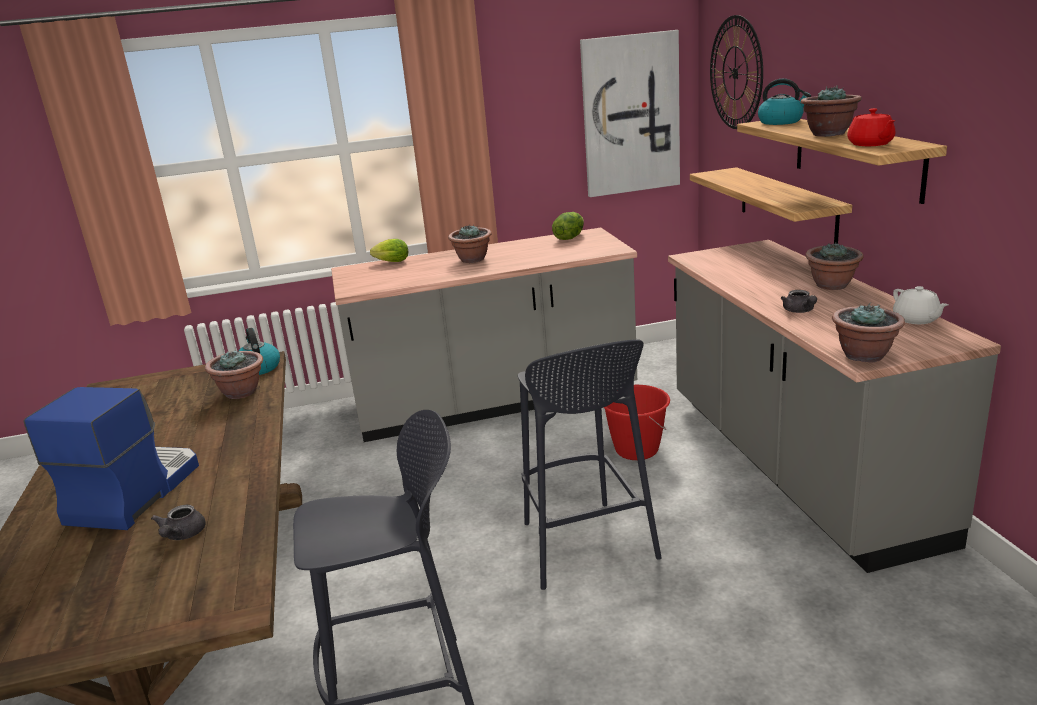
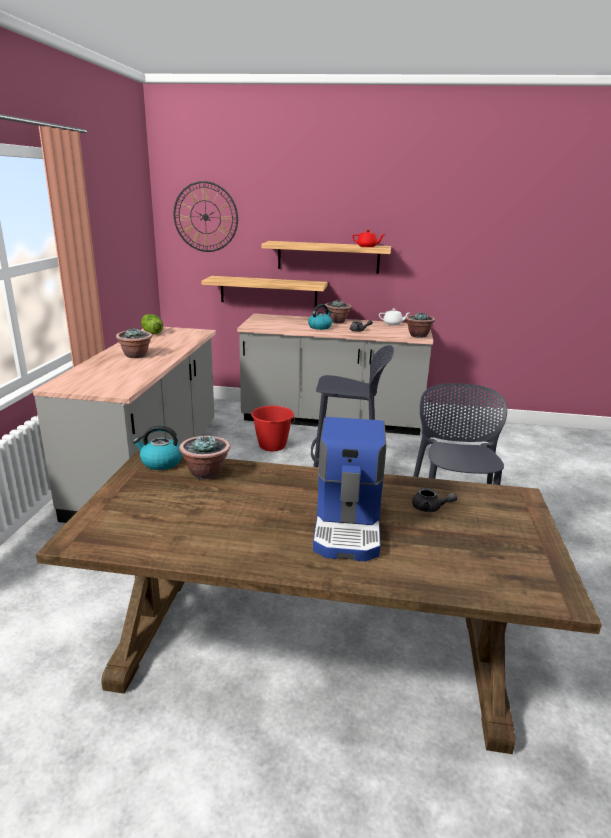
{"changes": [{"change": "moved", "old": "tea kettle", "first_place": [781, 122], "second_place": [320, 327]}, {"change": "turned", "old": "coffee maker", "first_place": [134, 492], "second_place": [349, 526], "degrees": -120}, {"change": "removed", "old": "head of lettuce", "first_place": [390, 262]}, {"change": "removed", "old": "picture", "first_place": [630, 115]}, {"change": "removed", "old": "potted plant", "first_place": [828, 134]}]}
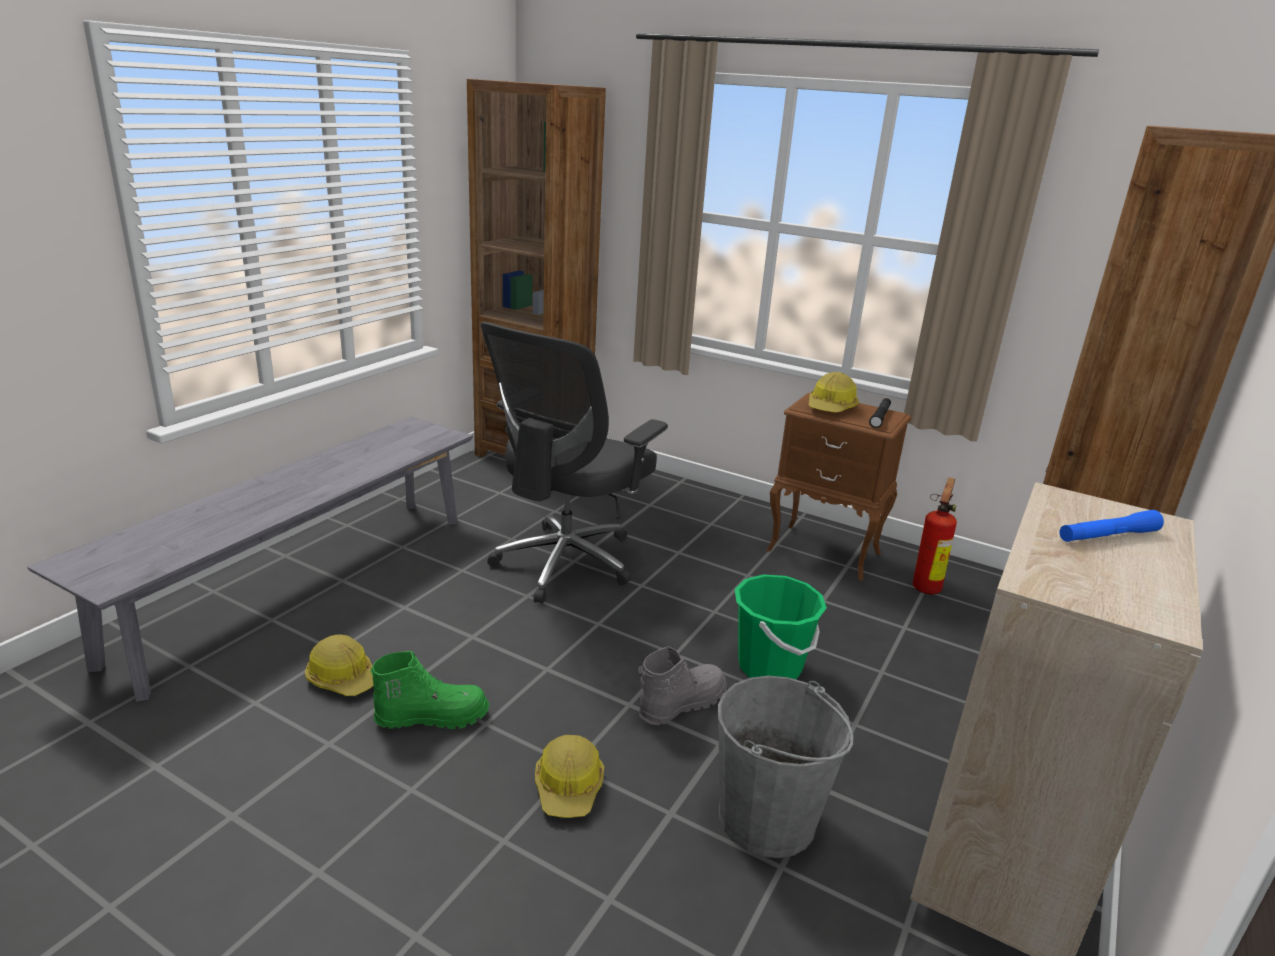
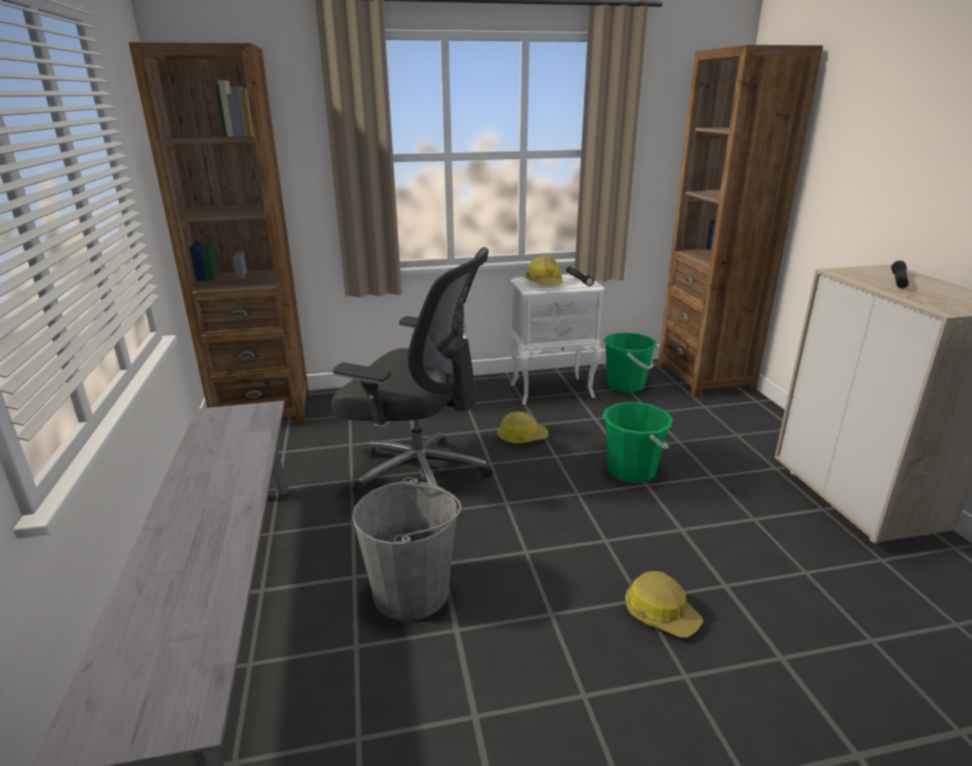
{"changes": [{"change": "turned", "old": "desk chair", "first_place": [566, 561], "second_place": [417, 474], "degrees": -60}, {"change": "moved", "old": "bucket in greyish", "first_place": [767, 818], "second_place": [412, 592]}, {"change": "moved", "old": "hard hat", "first_place": [343, 678], "second_place": [521, 437]}, {"change": "recoloured", "old": "night table in brownish", "new": "night table in whitish", "first_place": [824, 552], "second_place": [552, 390]}, {"change": "replaced", "old": "fire-fighting cylinder", "new": "bucket in greenish", "first_place": [927, 586], "second_place": [626, 385]}, {"change": "recoloured", "old": "flashlight in bluish", "new": "flashlight in black", "first_place": [1107, 536], "second_place": [898, 281]}, {"change": "removed", "old": "boot in greenish", "first_place": [432, 717]}, {"change": "removed", "old": "boot in greyish", "first_place": [681, 704]}]}
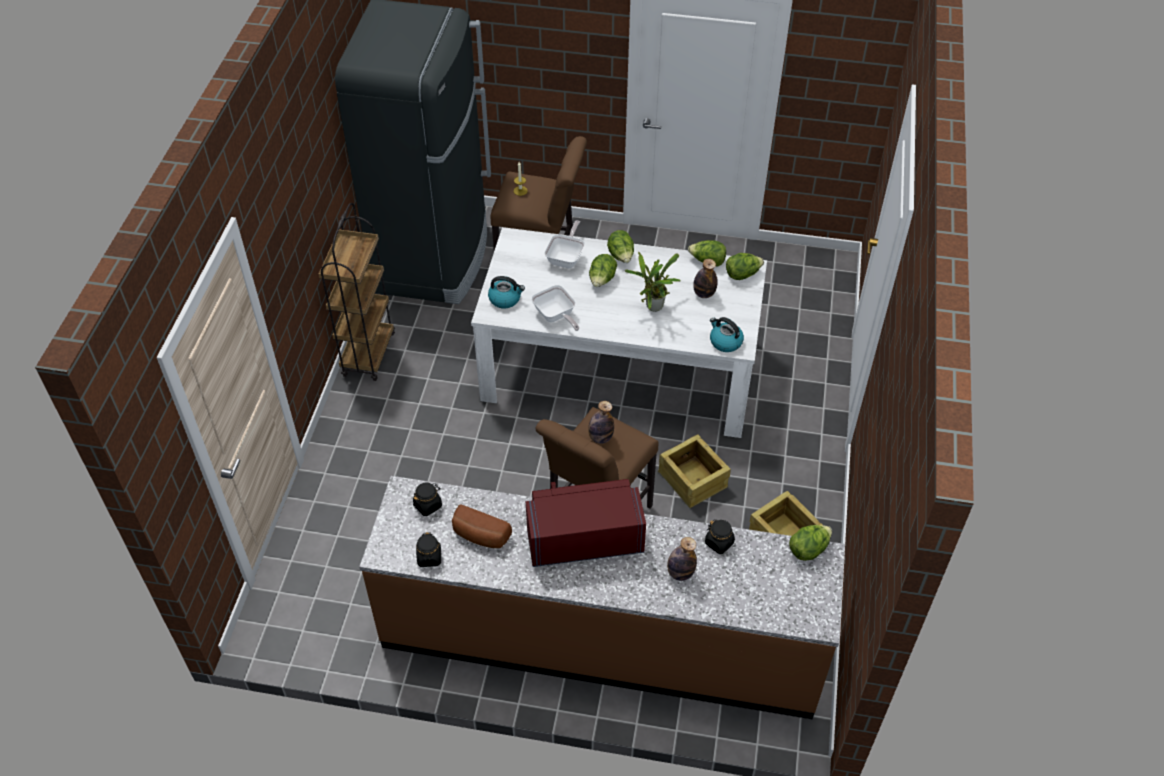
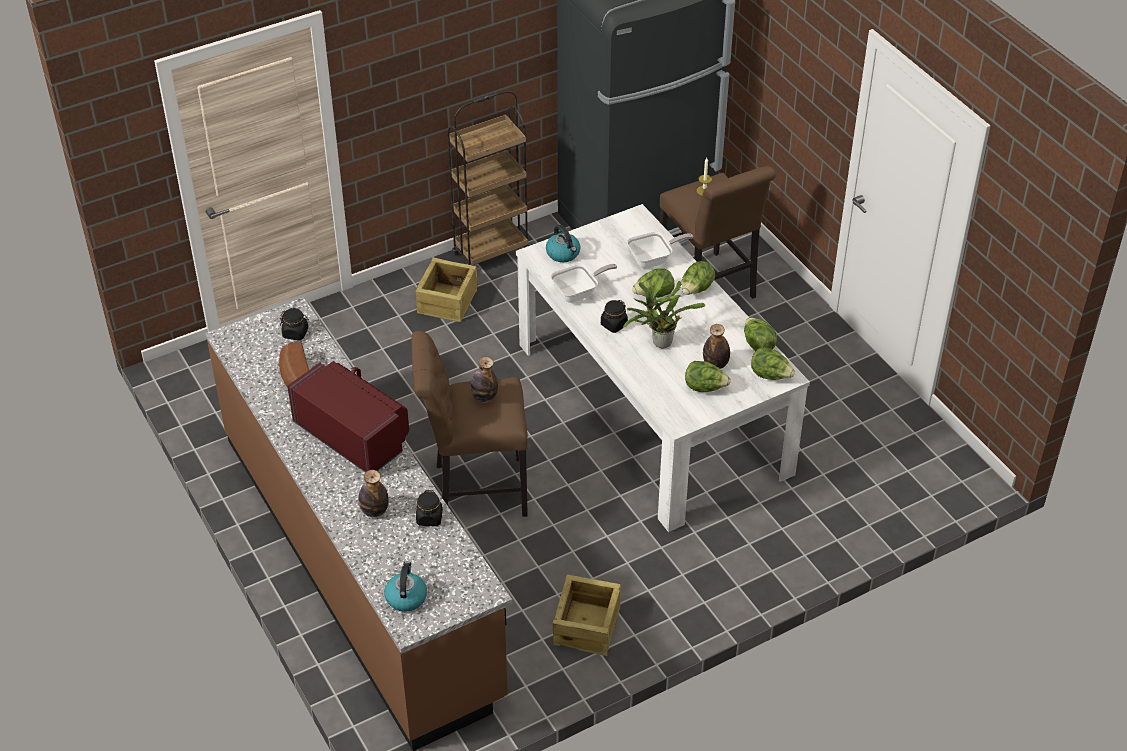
{"changes": [{"change": "moved", "old": "tea kettle", "first_place": [725, 342], "second_place": [406, 597]}, {"change": "moved", "old": "packing crate", "first_place": [692, 480], "second_place": [446, 301]}, {"change": "turned", "old": "frying pan", "first_place": [556, 317], "second_place": [579, 293], "degrees": -135}, {"change": "moved", "old": "preserve jar in black", "first_place": [429, 558], "second_place": [613, 325]}, {"change": "moved", "old": "head of lettuce", "first_place": [808, 549], "second_place": [705, 387]}]}
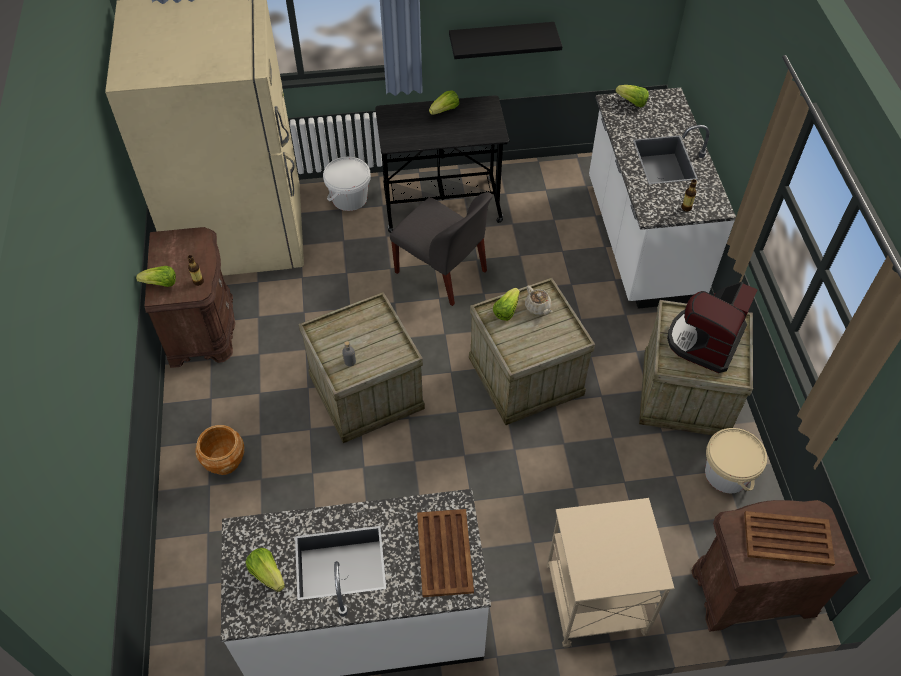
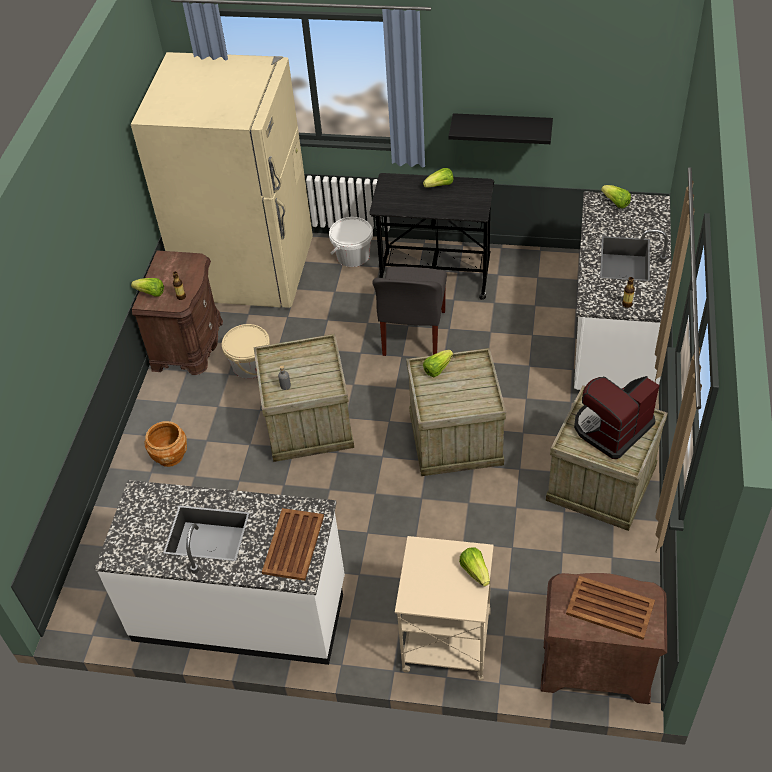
{"changes": [{"change": "moved", "old": "bucket in beige", "first_place": [727, 474], "second_place": [250, 365]}, {"change": "turned", "old": "upright chair in greyish", "first_place": [443, 273], "second_place": [413, 334], "degrees": 45}, {"change": "moved", "old": "head of lettuce", "first_place": [267, 573], "second_place": [475, 571]}, {"change": "removed", "old": "pot for tea in beige", "first_place": [538, 307]}]}
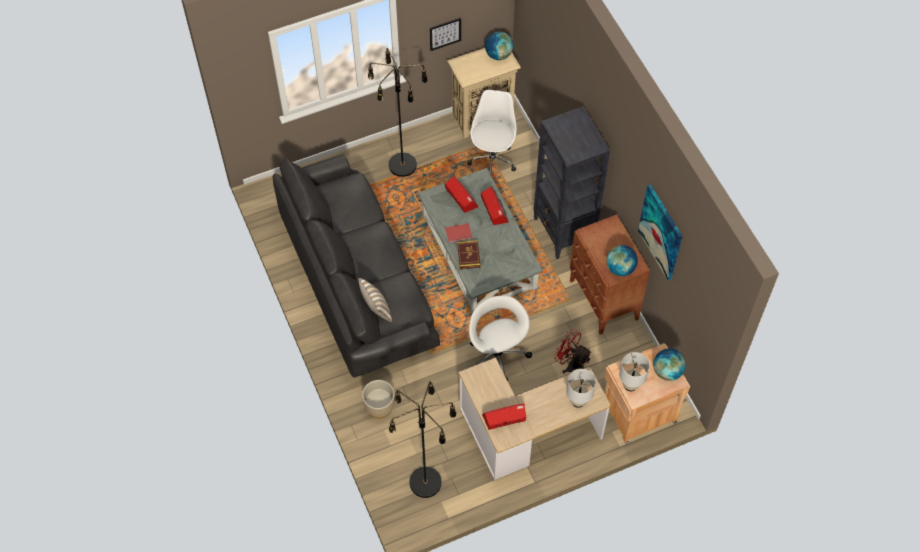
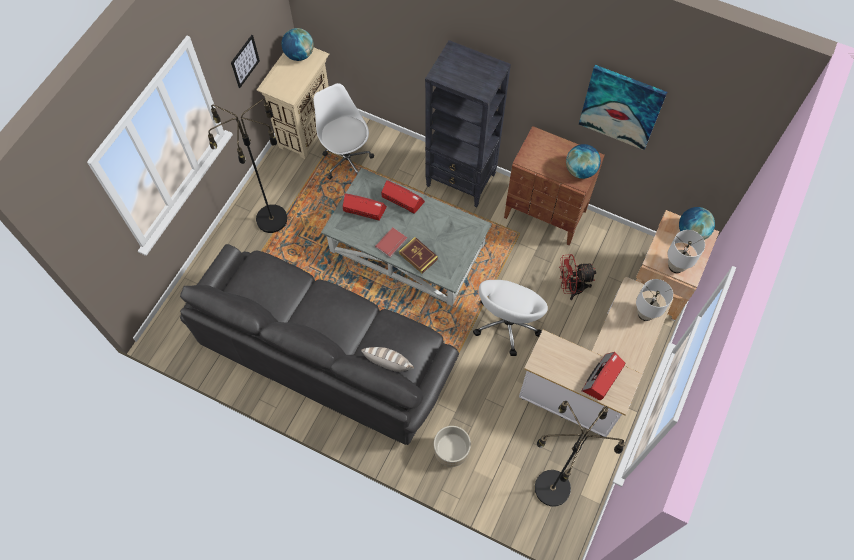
{"changes": [{"change": "turned", "old": "desk chair in whitish", "first_place": [497, 355], "second_place": [506, 326], "degrees": -90}]}
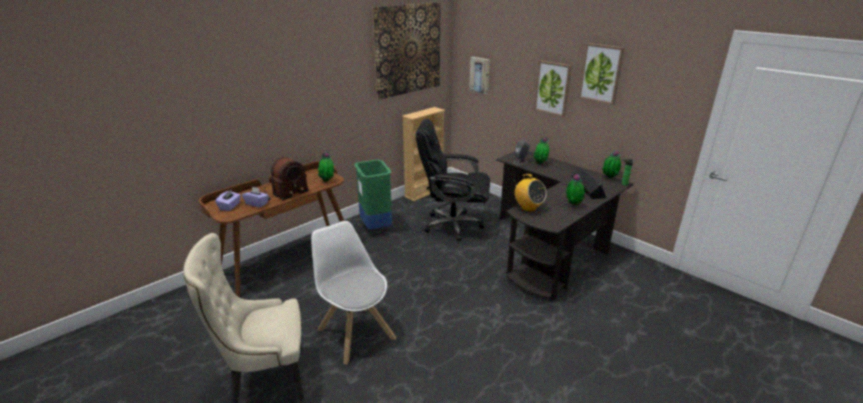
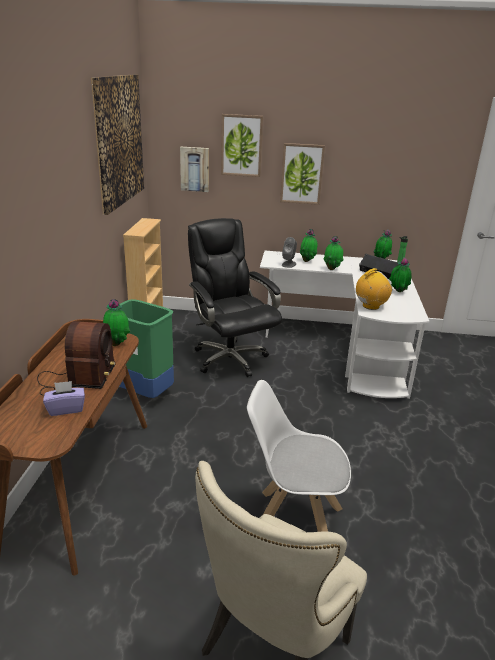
{"changes": [{"change": "turned", "old": "desk chair in black", "first_place": [454, 225], "second_place": [231, 359], "degrees": 90}, {"change": "moved", "old": "picture", "first_place": [601, 73], "second_place": [241, 145]}, {"change": "recoloured", "old": "desk table in black", "new": "desk table in whitish", "first_place": [551, 248], "second_place": [345, 349]}, {"change": "added", "new": "potted plant", "second_place": [332, 269]}, {"change": "turned", "old": "radio", "first_place": [528, 208], "second_place": [370, 306], "degrees": -45}, {"change": "removed", "old": "tissue holder in purple-coloured", "first_place": [230, 206]}]}
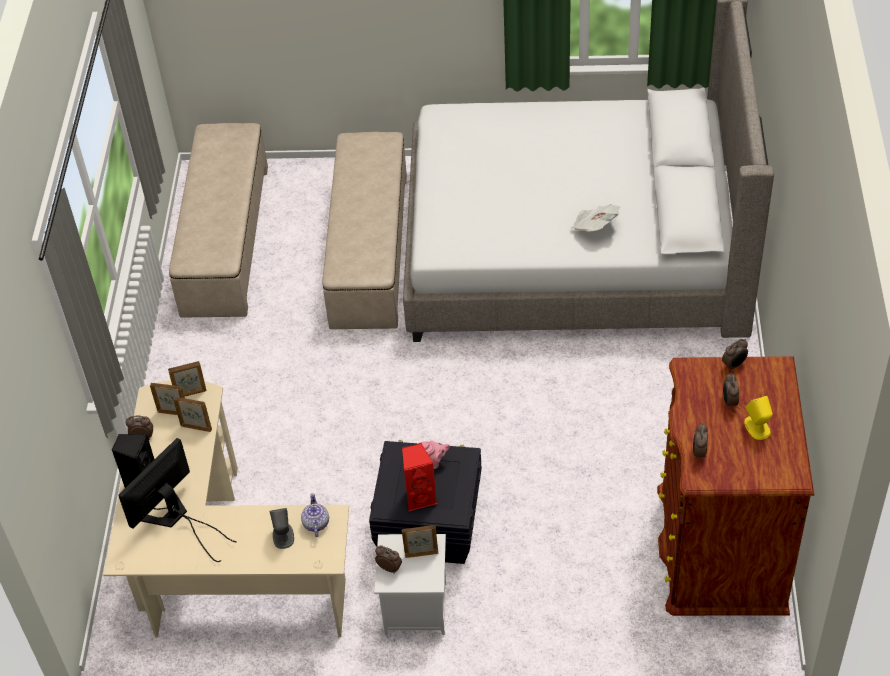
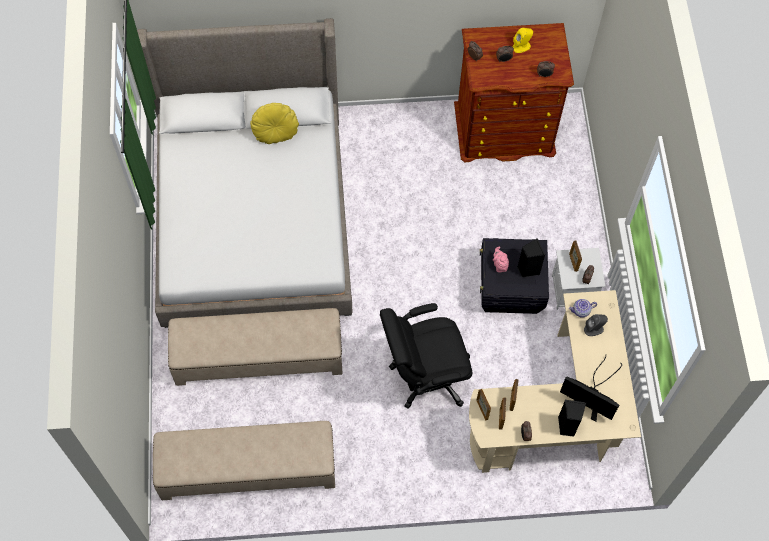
{"changes": [{"change": "added", "new": "pillow in yellowish", "second_place": [276, 135]}, {"change": "added", "new": "desk chair in black", "second_place": [424, 375]}, {"change": "recoloured", "old": "speaker in reddish", "new": "speaker in black", "first_place": [420, 497], "second_place": [528, 269]}, {"change": "removed", "old": "printed paper", "first_place": [595, 226]}]}
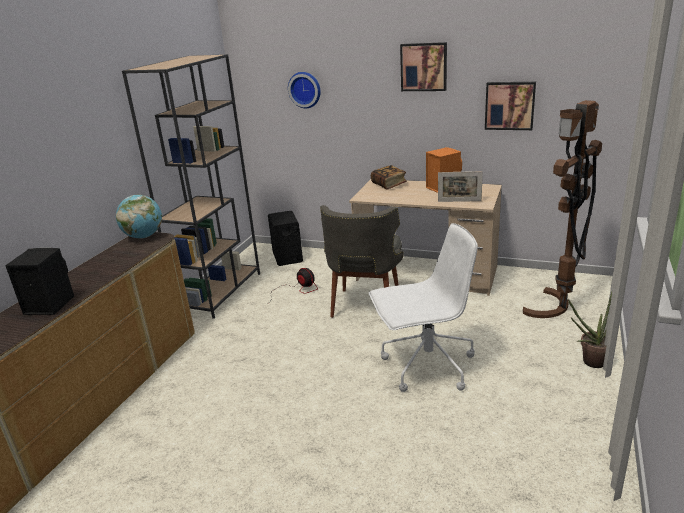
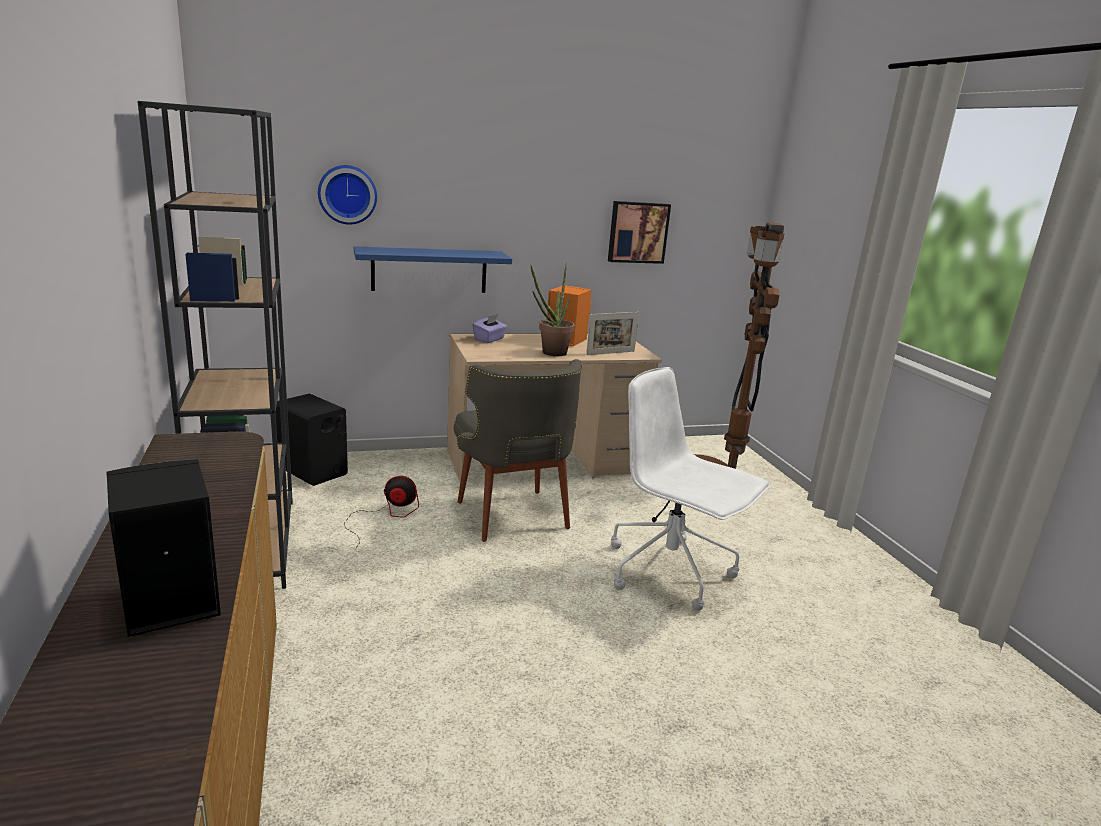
{"changes": [{"change": "added", "new": "bracket shelf in bluish", "second_place": [429, 270]}, {"change": "replaced", "old": "volume", "new": "tissue holder in purple-coloured", "first_place": [389, 184], "second_place": [489, 339]}, {"change": "moved", "old": "potted plant", "first_place": [589, 362], "second_place": [550, 353]}, {"change": "turned", "old": "desk chair in whitish", "first_place": [424, 367], "second_place": [674, 574], "degrees": -90}, {"change": "removed", "old": "desk globe", "first_place": [144, 236]}, {"change": "removed", "old": "picture", "first_place": [424, 67]}]}
